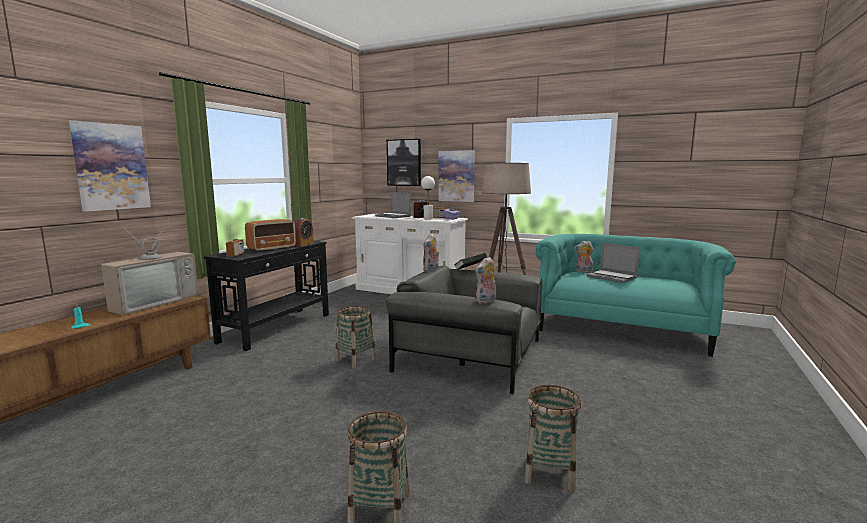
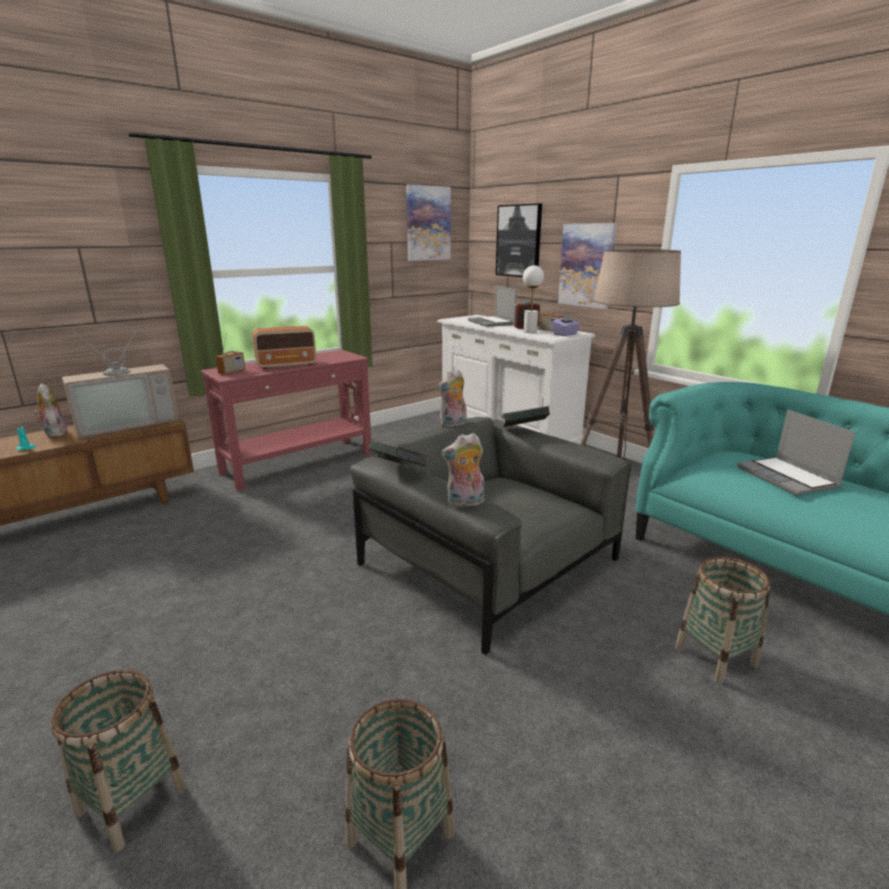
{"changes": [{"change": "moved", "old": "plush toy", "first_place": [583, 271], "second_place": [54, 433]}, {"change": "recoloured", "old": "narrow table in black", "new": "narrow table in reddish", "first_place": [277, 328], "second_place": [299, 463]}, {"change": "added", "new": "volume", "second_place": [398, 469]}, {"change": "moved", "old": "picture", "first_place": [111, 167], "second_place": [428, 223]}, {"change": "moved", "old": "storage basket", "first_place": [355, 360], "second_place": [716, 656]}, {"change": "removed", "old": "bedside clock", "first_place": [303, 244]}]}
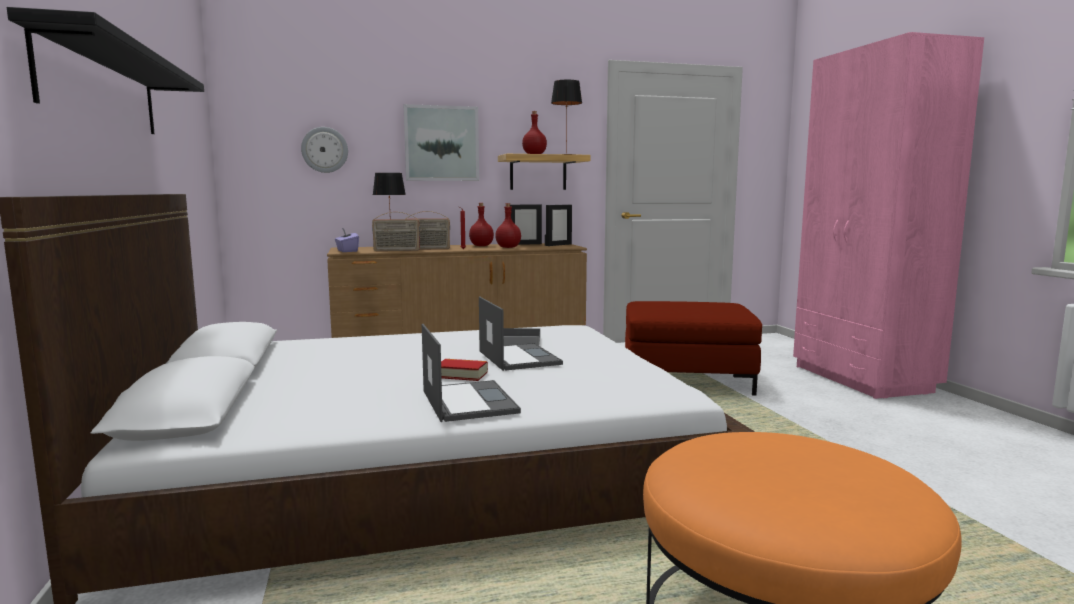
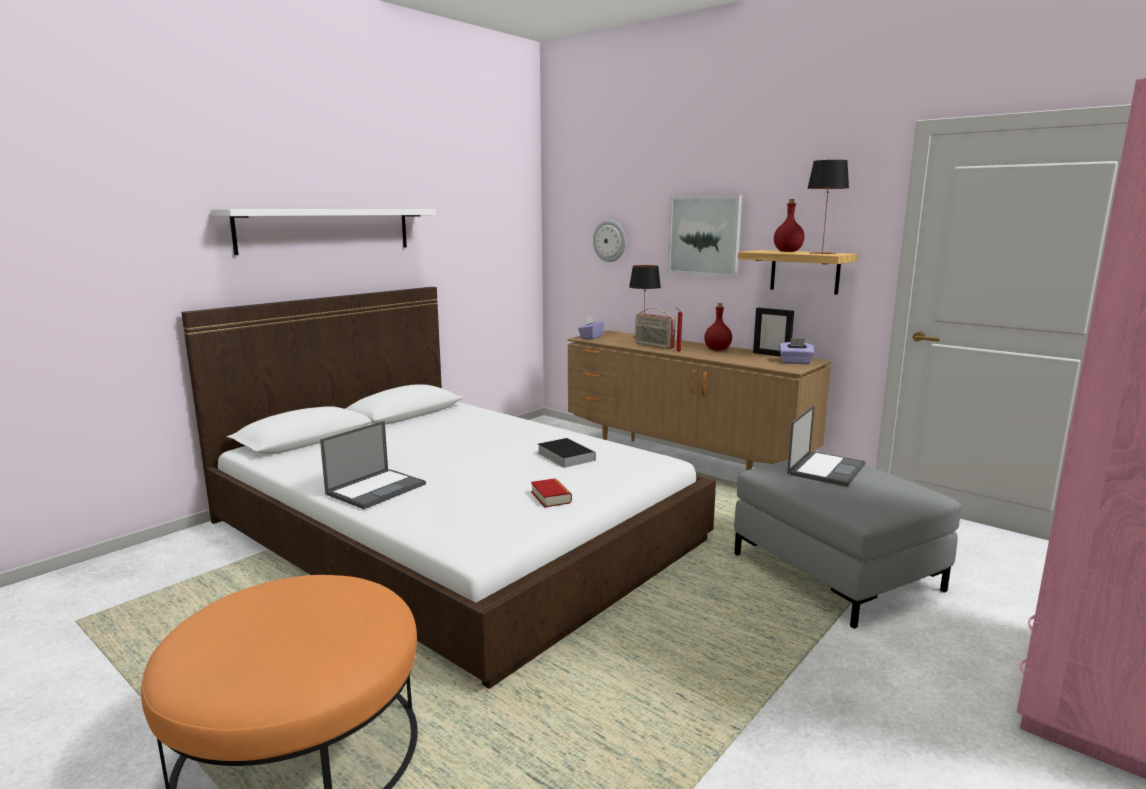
{"changes": [{"change": "recoloured", "old": "bracket shelf in black", "new": "bracket shelf in whitish", "first_place": [102, 88], "second_place": [326, 230]}, {"change": "moved", "old": "volume", "first_place": [461, 375], "second_place": [551, 497]}, {"change": "recoloured", "old": "footrest in reddish", "new": "footrest in greyish", "first_place": [687, 378], "second_place": [836, 572]}, {"change": "replaced", "old": "photo frame", "new": "tissue holder in purple-coloured", "first_place": [558, 245], "second_place": [795, 362]}, {"change": "moved", "old": "laptop", "first_place": [518, 357], "second_place": [826, 469]}, {"change": "removed", "old": "radio", "first_place": [396, 250]}, {"change": "removed", "old": "drink bottle in reddish", "first_place": [508, 247]}]}
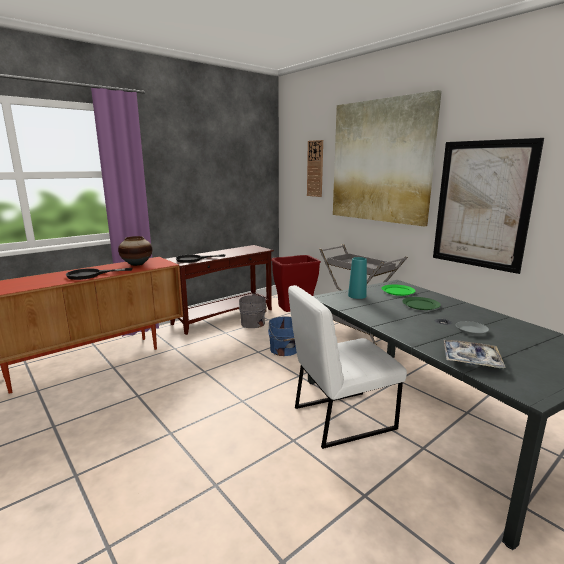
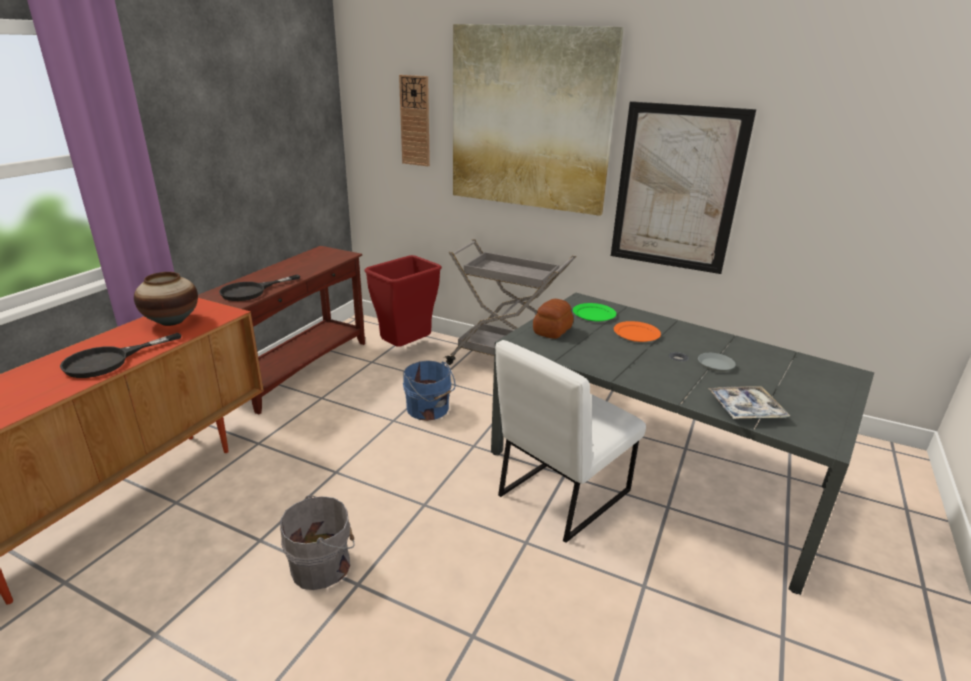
{"changes": [{"change": "moved", "old": "bucket in greyish", "first_place": [254, 323], "second_place": [323, 565]}, {"change": "replaced", "old": "vase in turquoise", "new": "bread", "first_place": [357, 295], "second_place": [553, 330]}, {"change": "recoloured", "old": "dinner plate in greenish", "new": "dinner plate in orange", "first_place": [420, 305], "second_place": [636, 334]}]}
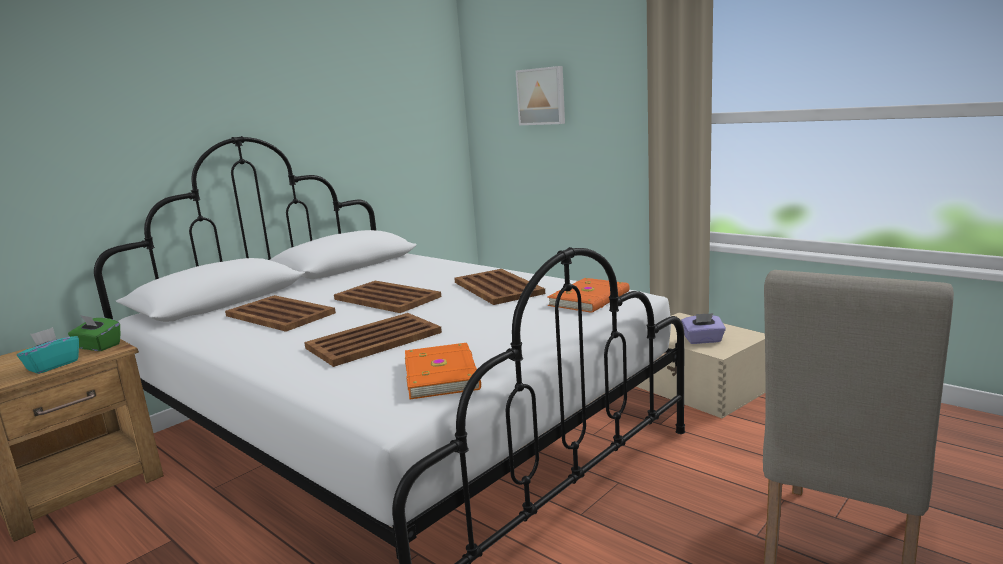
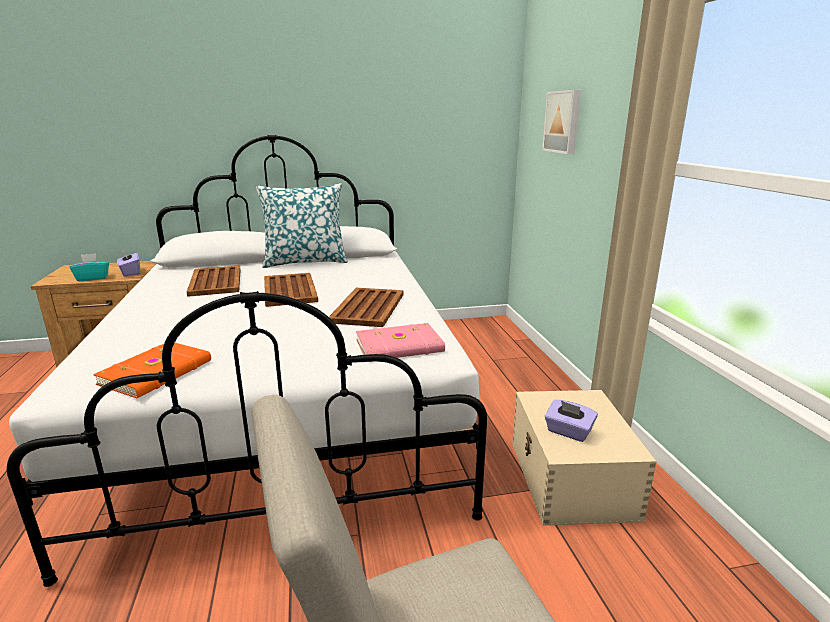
{"changes": [{"change": "recoloured", "old": "tissue holder in greenish", "new": "tissue holder in purple-coloured", "first_place": [98, 347], "second_place": [130, 272]}, {"change": "added", "new": "pillow", "second_place": [305, 262]}, {"change": "recoloured", "old": "volume in orange", "new": "volume in pinkish", "first_place": [590, 299], "second_place": [400, 347]}, {"change": "removed", "old": "carrying tray in brownish", "first_place": [375, 340]}]}
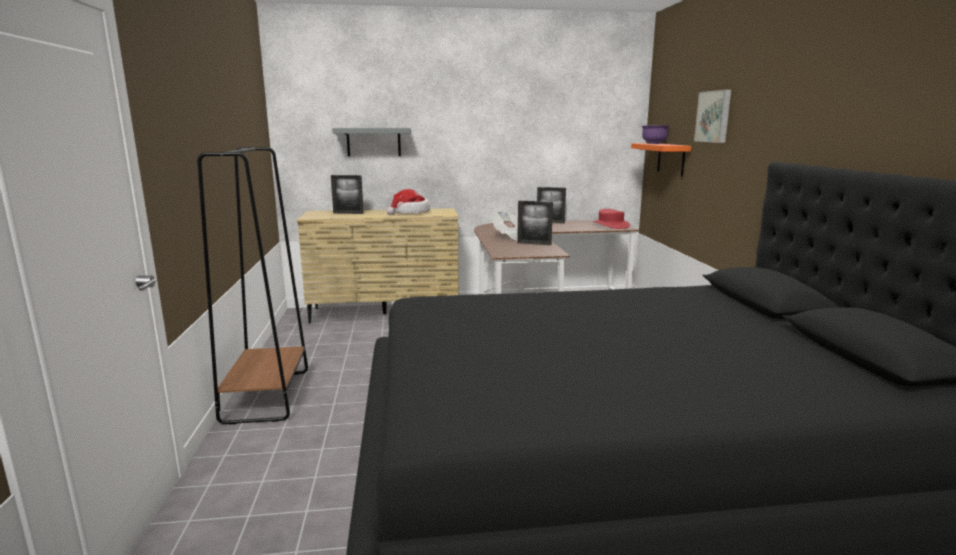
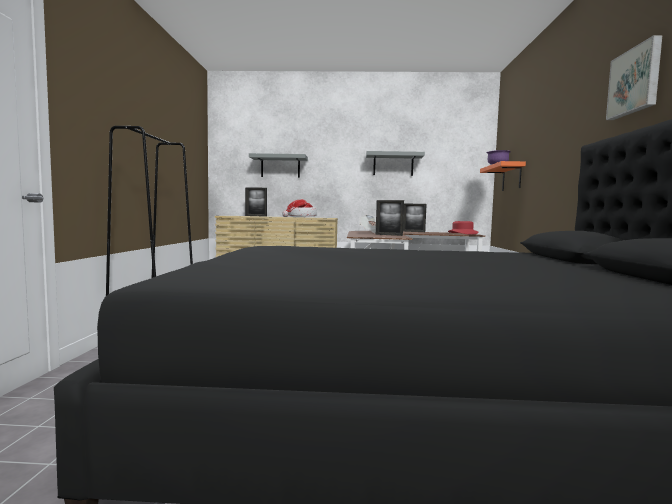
{"changes": [{"change": "added", "new": "bracket shelf in greyish", "second_place": [393, 164]}, {"change": "moved", "old": "picture", "first_place": [714, 116], "second_place": [635, 81]}]}
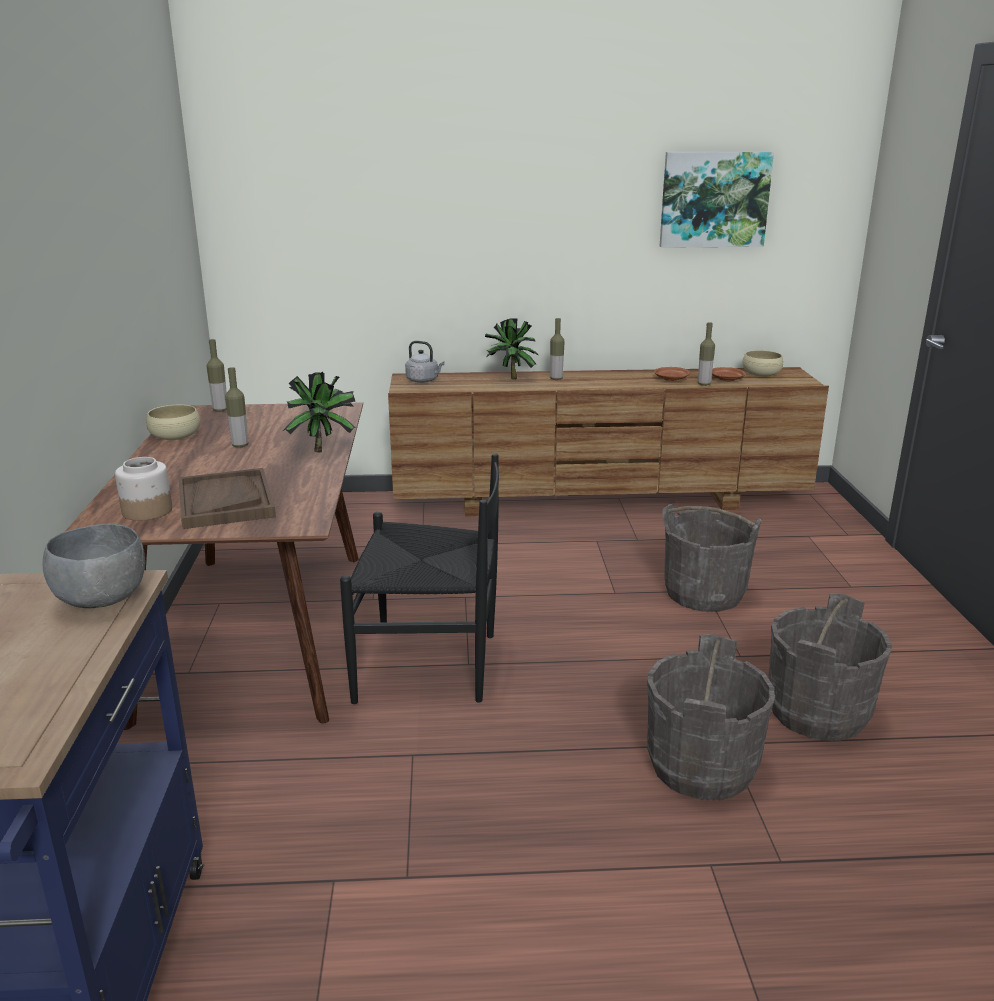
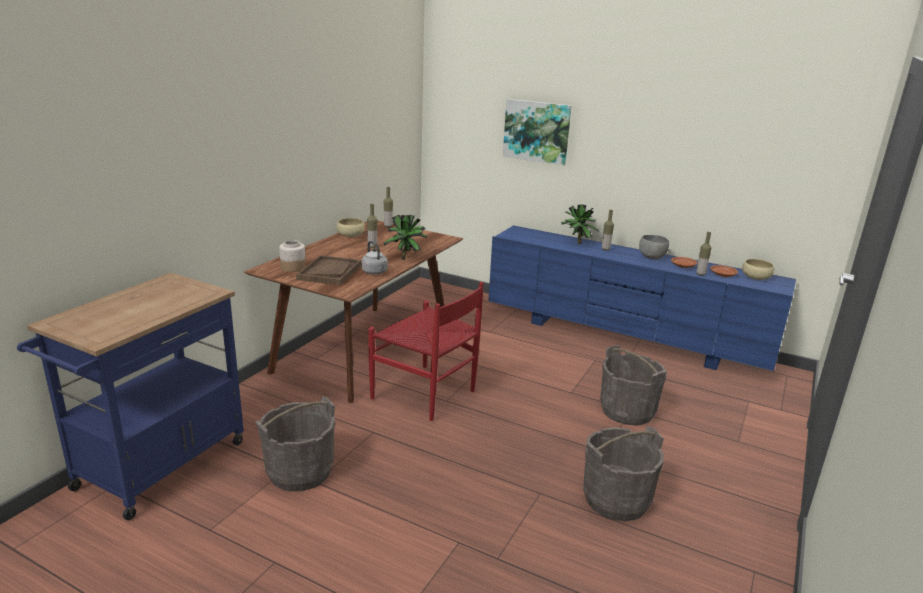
{"changes": [{"change": "moved", "old": "bucket in greyish", "first_place": [701, 766], "second_place": [300, 471]}, {"change": "moved", "old": "tea kettle in greyish", "first_place": [424, 380], "second_place": [375, 272]}, {"change": "recoloured", "old": "upright chair in black", "new": "upright chair in reddish", "first_place": [429, 665], "second_place": [426, 394]}, {"change": "recoloured", "old": "storage cabinet in brownish", "new": "storage cabinet in bluish", "first_place": [598, 503], "second_place": [623, 338]}, {"change": "moved", "old": "picture", "first_place": [714, 199], "second_place": [537, 131]}, {"change": "moved", "old": "bowl in greyish", "first_place": [102, 599], "second_place": [652, 257]}]}
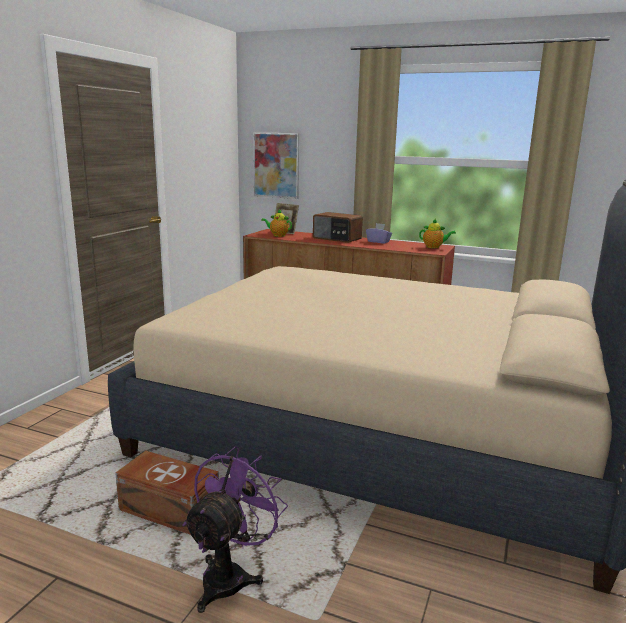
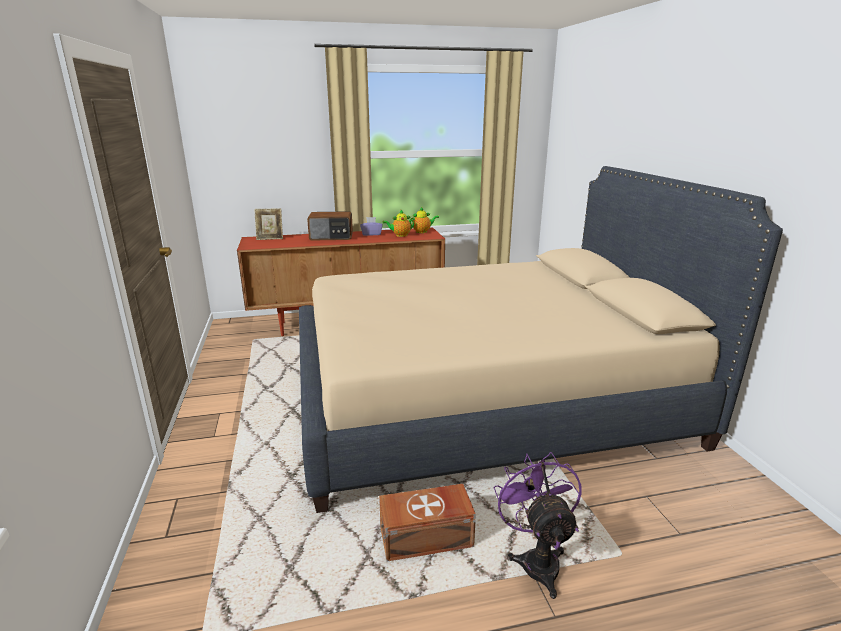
{"changes": [{"change": "moved", "old": "pot for tea", "first_place": [278, 235], "second_place": [400, 235]}, {"change": "removed", "old": "picture", "first_place": [276, 165]}]}
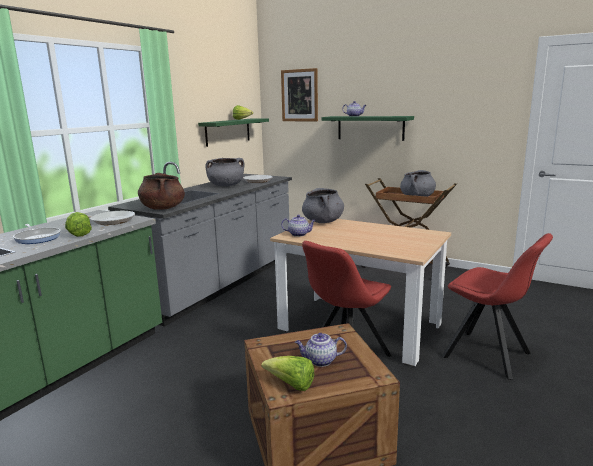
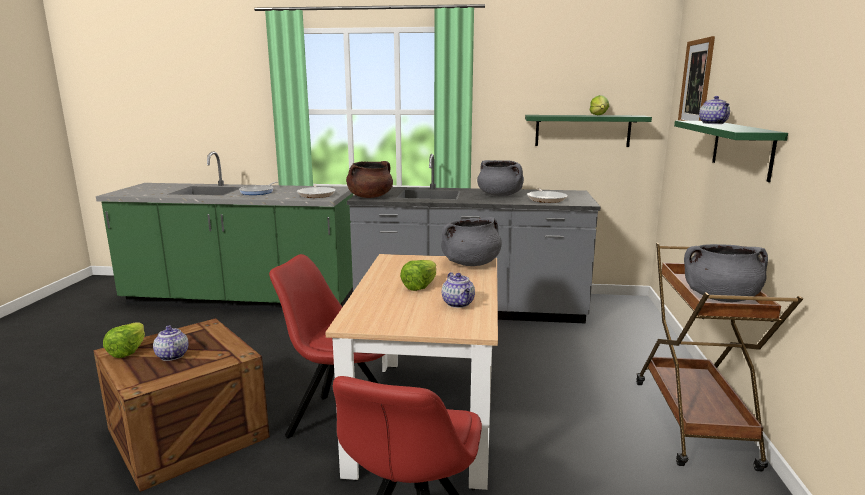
{"changes": [{"change": "moved", "old": "head of lettuce", "first_place": [78, 234], "second_place": [420, 286]}, {"change": "moved", "old": "pot for tea", "first_place": [299, 234], "second_place": [458, 304]}]}
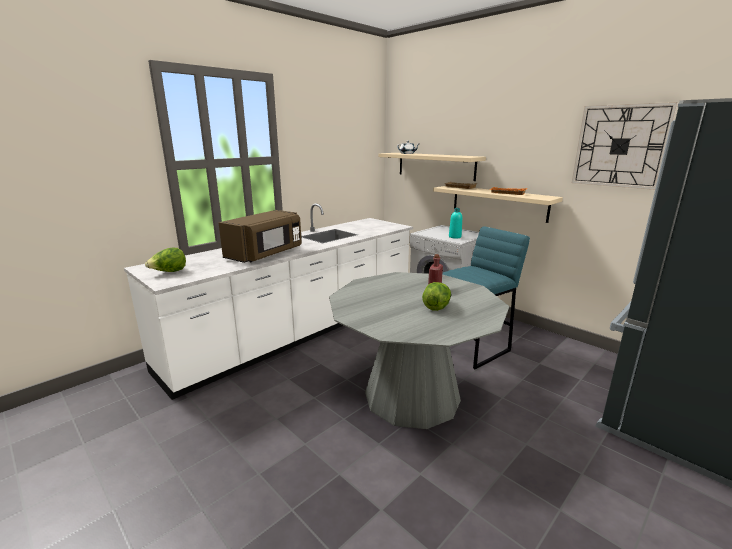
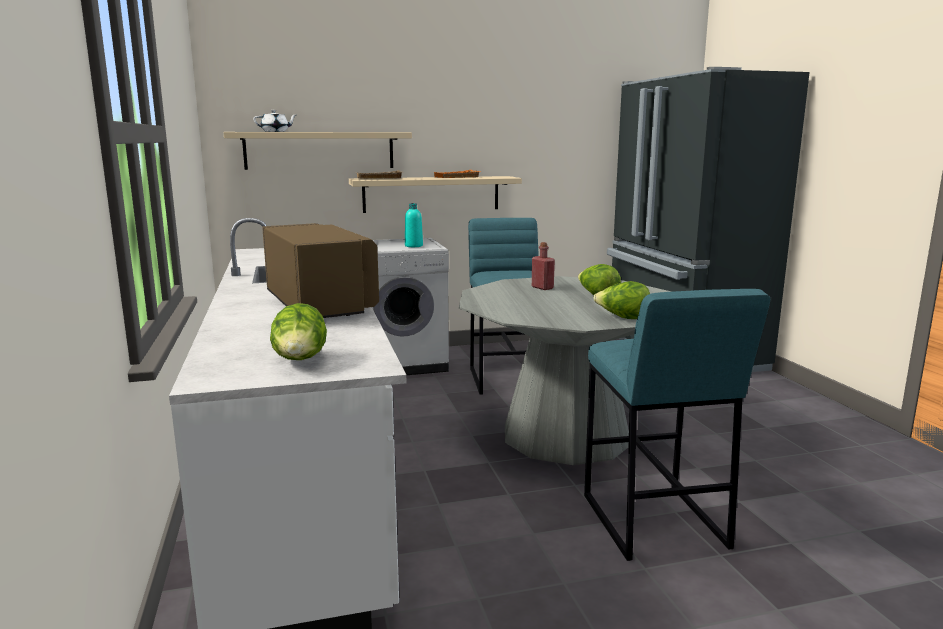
{"changes": [{"change": "added", "new": "stool seat in turquoise", "second_place": [655, 523]}, {"change": "added", "new": "head of lettuce", "second_place": [622, 318]}, {"change": "removed", "old": "clock on the wall", "first_place": [620, 146]}]}
